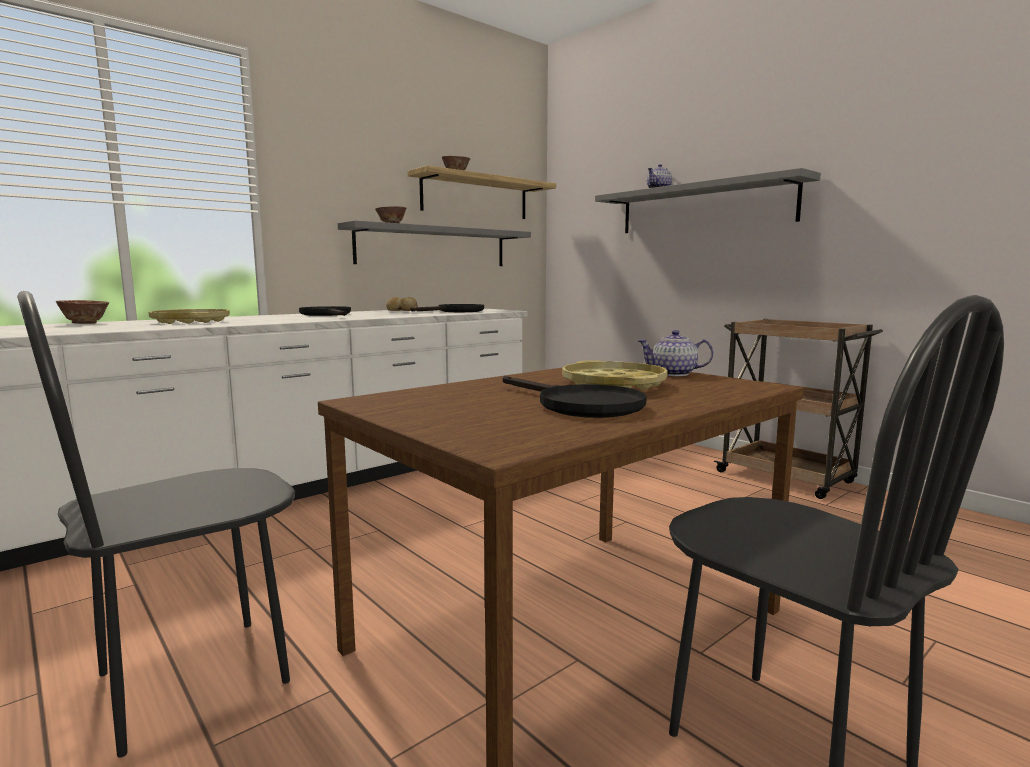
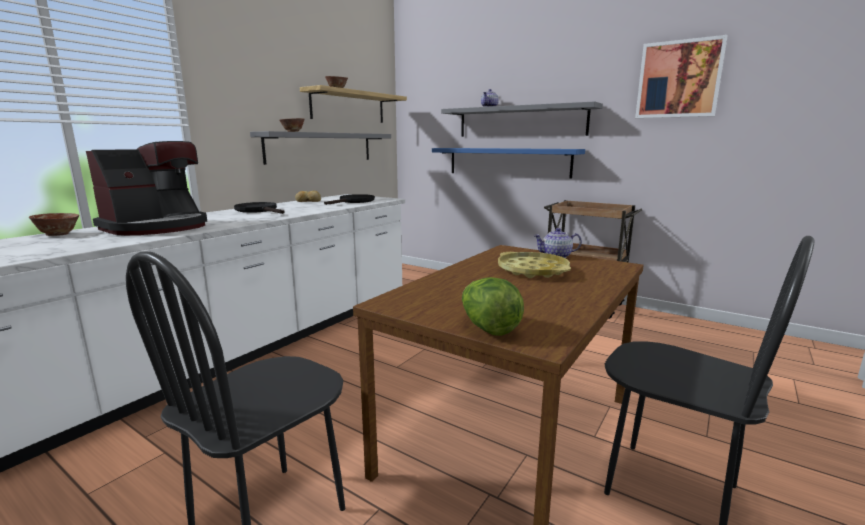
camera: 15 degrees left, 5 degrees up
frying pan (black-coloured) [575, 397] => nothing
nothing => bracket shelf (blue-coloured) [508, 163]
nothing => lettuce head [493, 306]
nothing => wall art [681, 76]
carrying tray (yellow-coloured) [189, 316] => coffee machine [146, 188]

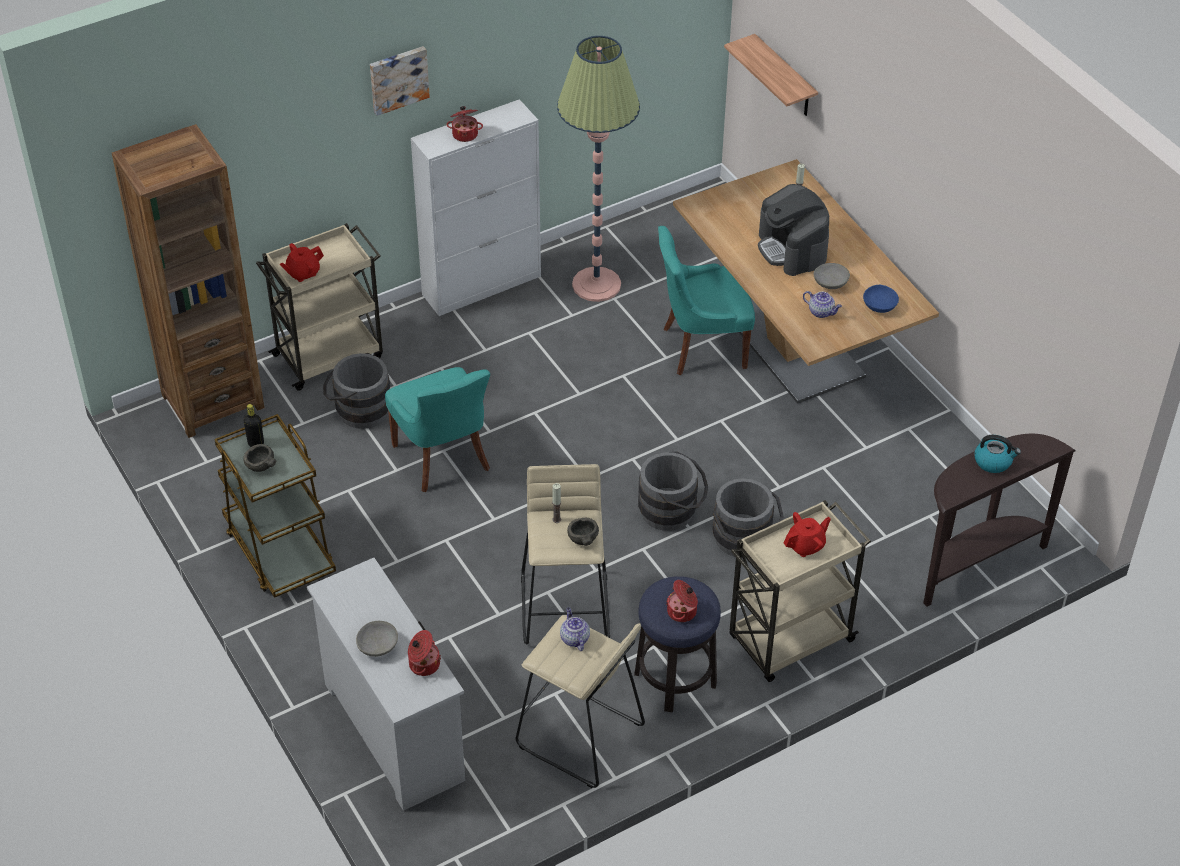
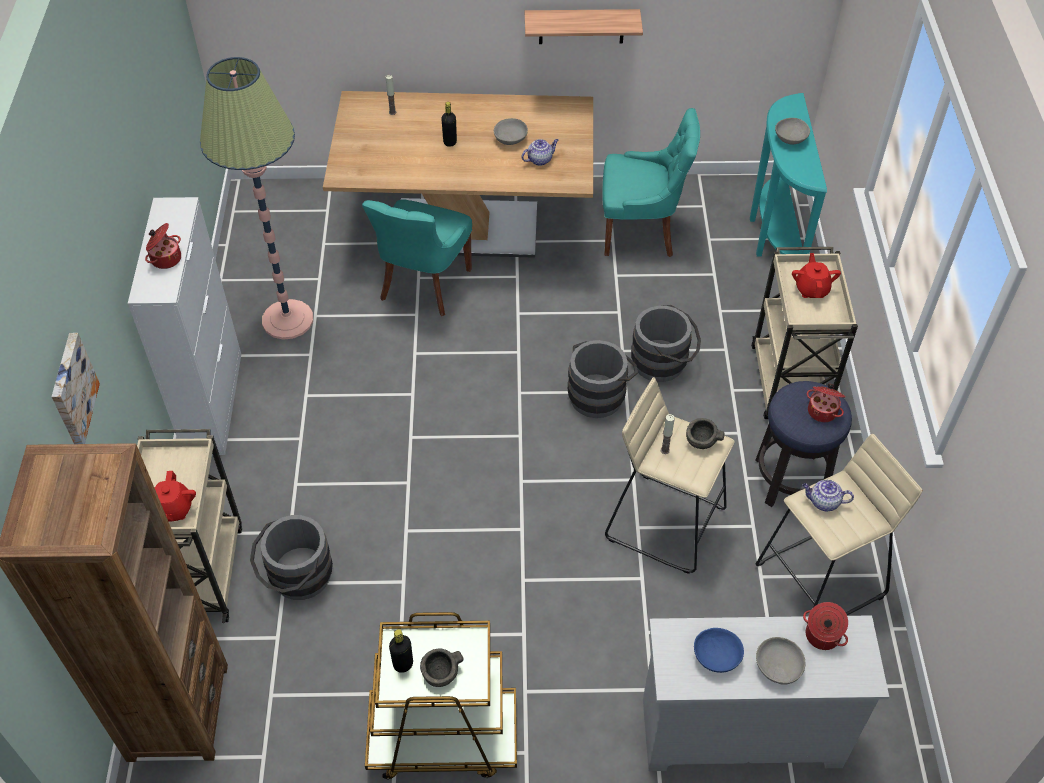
camera: 60 degrees left, 5 degrees up
wall art [400, 81] => wall art [75, 388], shifted
plain chair (turquoise) [437, 429] => plain chair (turquoise) [651, 182], shifted
bracket shelf [771, 75] => bracket shelf [584, 26], shifted
bowl (blue-coloured) [881, 299] => bowl (blue-coloured) [719, 650], shifted
coffee machine [793, 230] => drink bottle (black-coloured) [449, 124]
kettle [997, 454] => bowl (grey) [792, 131]
hall table (brown-coloured) [999, 520] => hall table (turquoise) [788, 175]

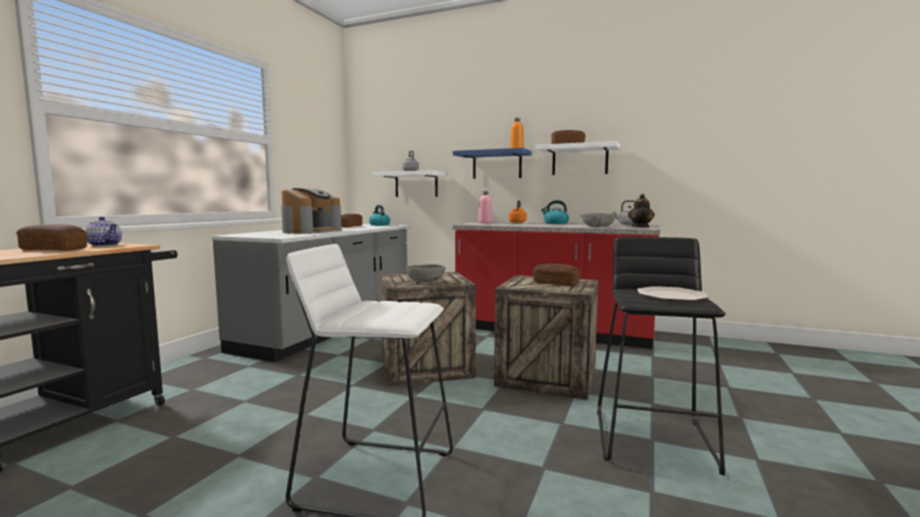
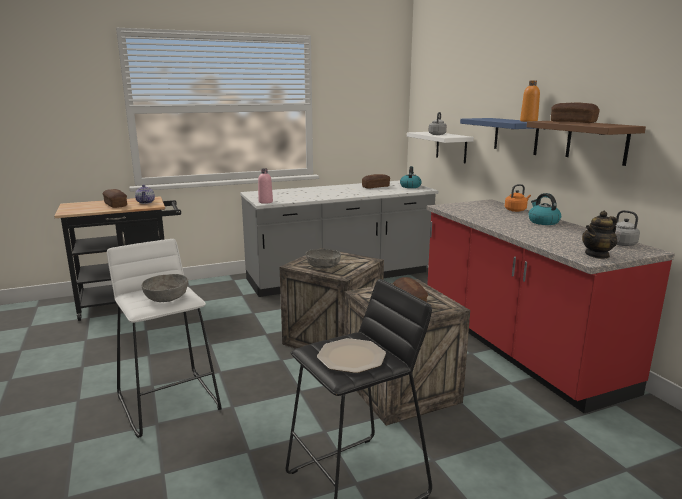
camera: 45 degrees right, 10 degrees up
coffee machine [311, 211] => nothing
drink bottle (pink-coloured) [485, 207] => drink bottle (pink-coloured) [265, 186], shifted
bowl (grey) [598, 220] => bowl (grey) [165, 288], shifted
bracket shelf (whitish) [578, 158] => bracket shelf (brown-coloured) [586, 143]

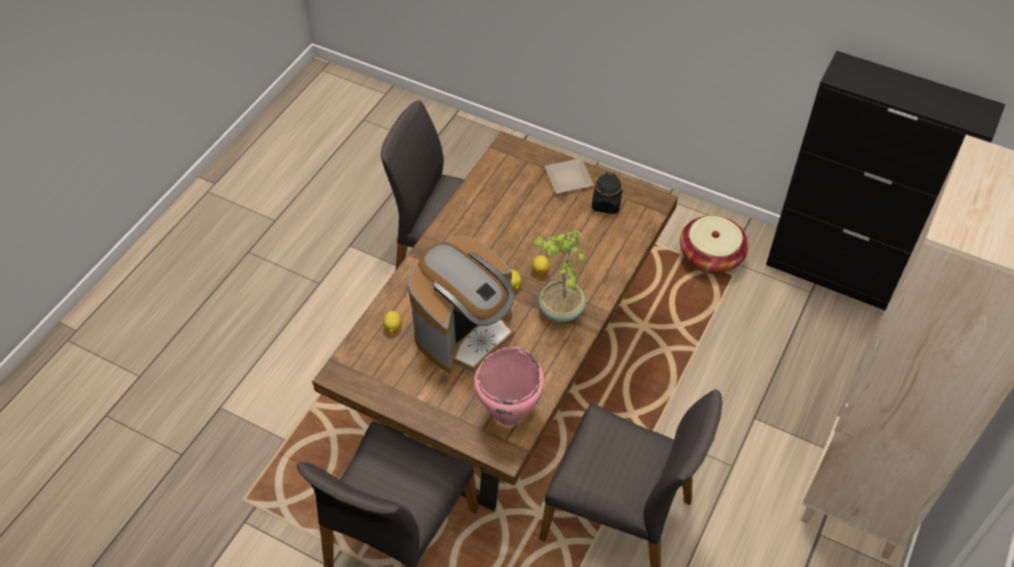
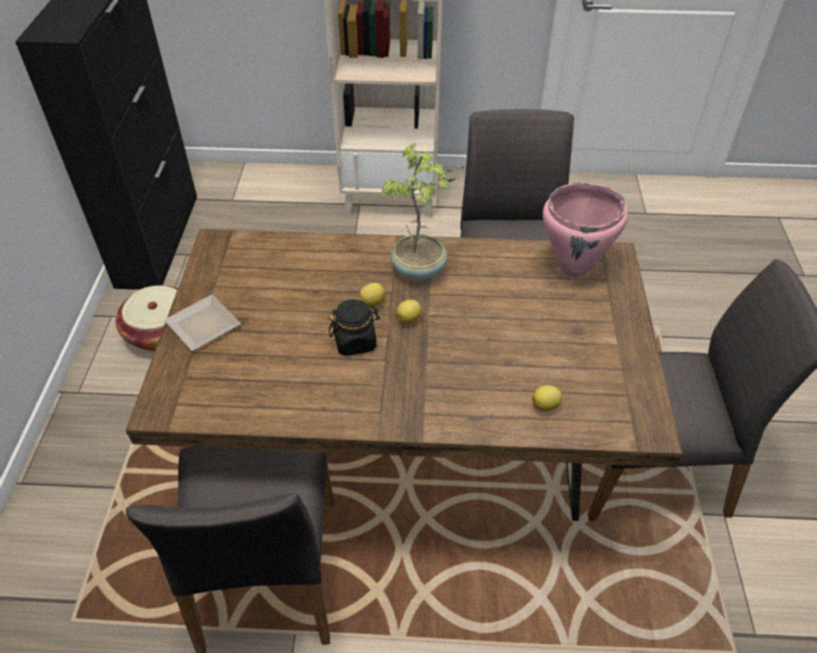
camera: 115 degrees left, 5 degrees down
coffee machine [461, 305] => nothing
preserve jar (black-coloured) [607, 193] => preserve jar (black-coloured) [354, 327], shifted

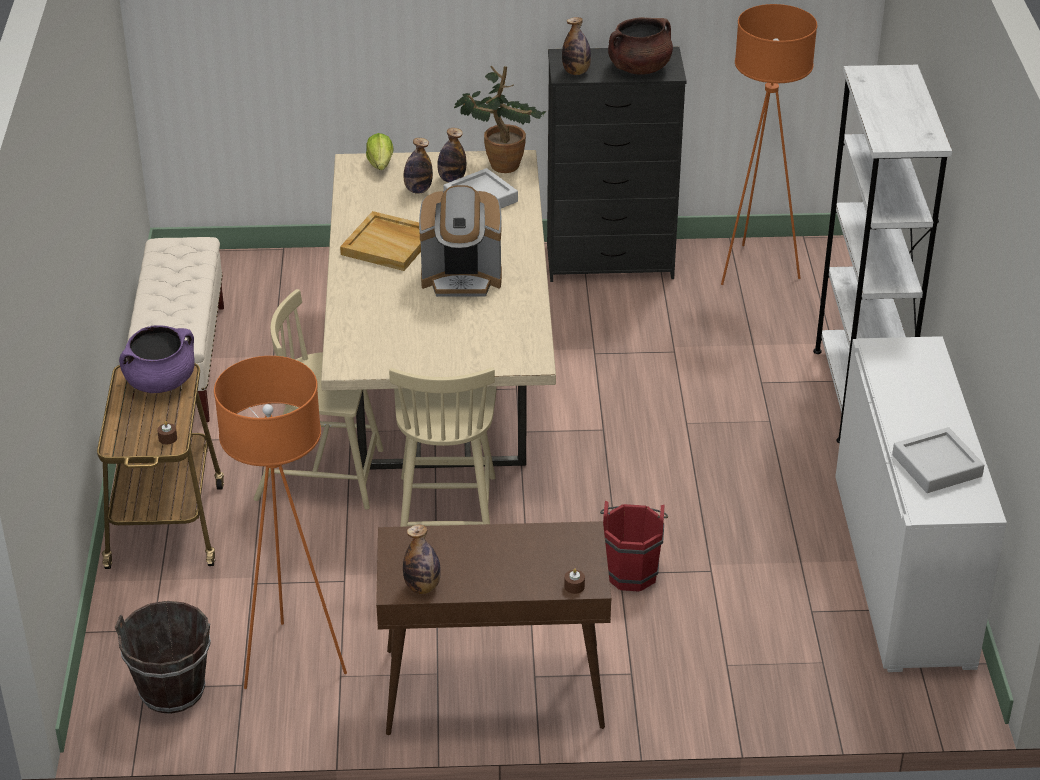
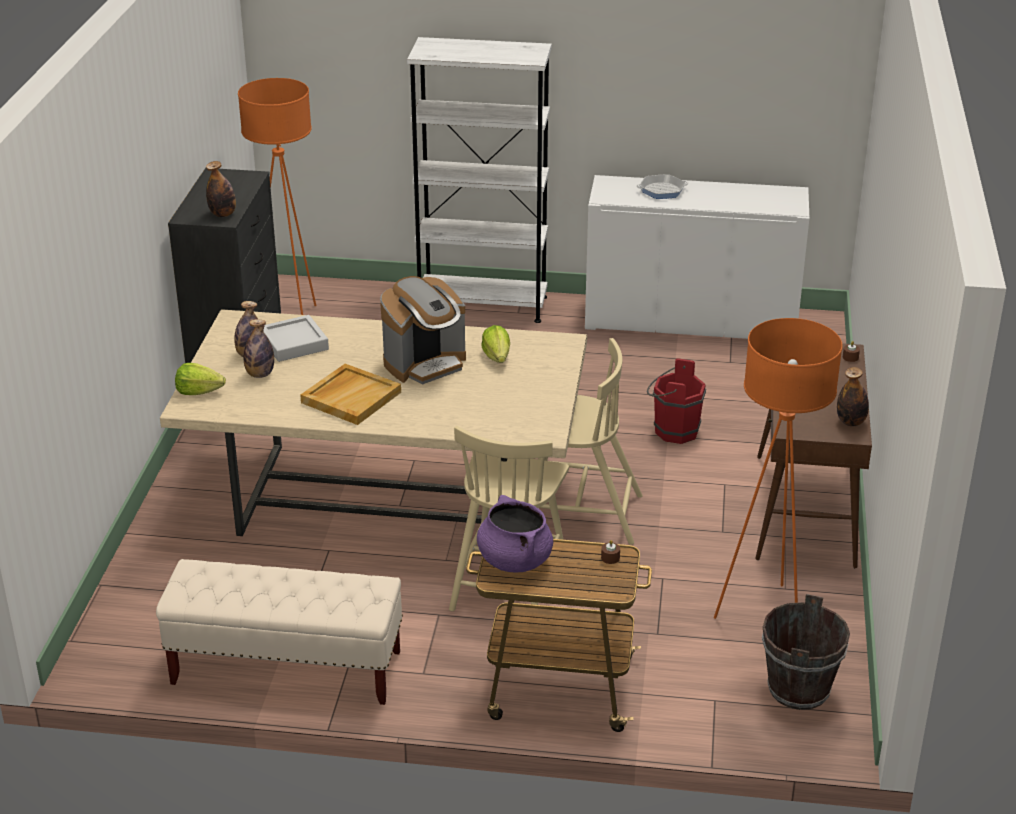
camera: 80 degrees left, 5 degrees down
plant in a pot [500, 119] => nothing
saucepot (brown-coloured) [640, 45] => nothing
carrying tray (grey) [938, 460] => nothing
nothing => lettuce head [495, 344]
nothing => frying pan [662, 186]
coffee machine [460, 241] => coffee machine [423, 330], 45 degrees clockwise

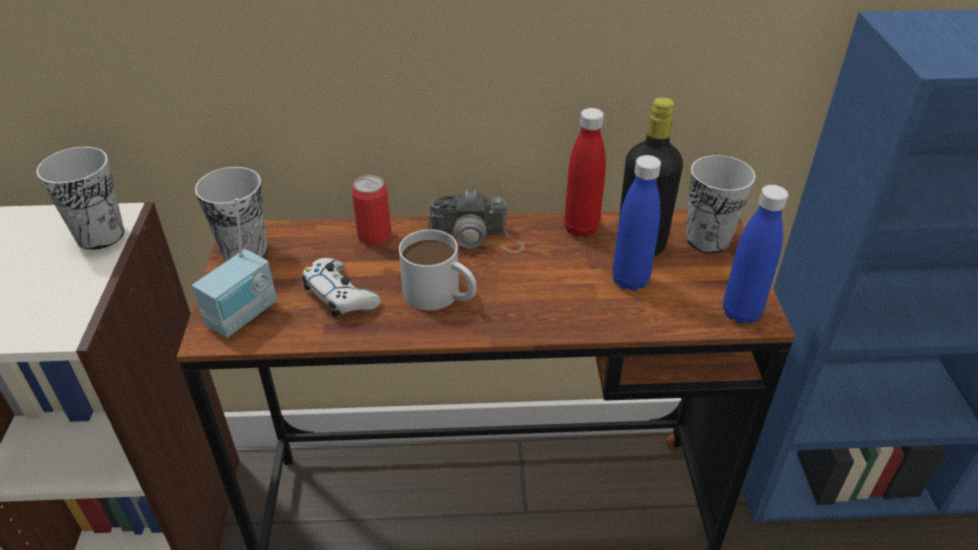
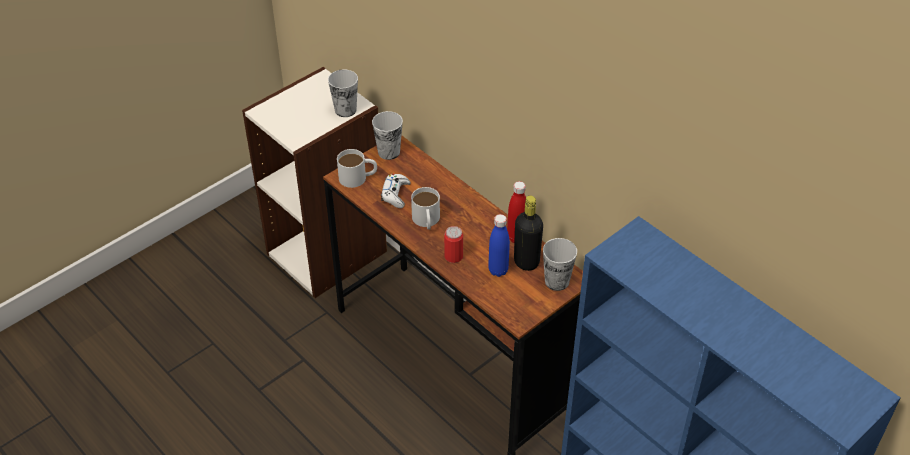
camera: 50 degrees right, 5 degrees up
still camera [476, 221] => nothing
drink bottle (blue-coloured) [755, 254] => nothing
metal can [371, 210] => metal can [453, 244], shifted
radio [234, 268] => mug (whitish) [357, 168]

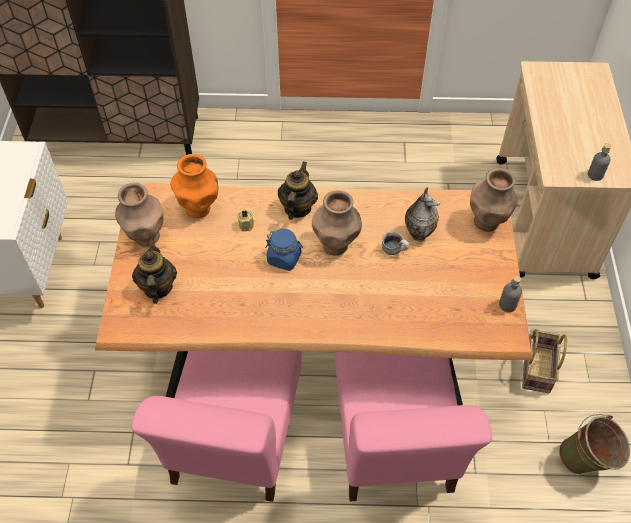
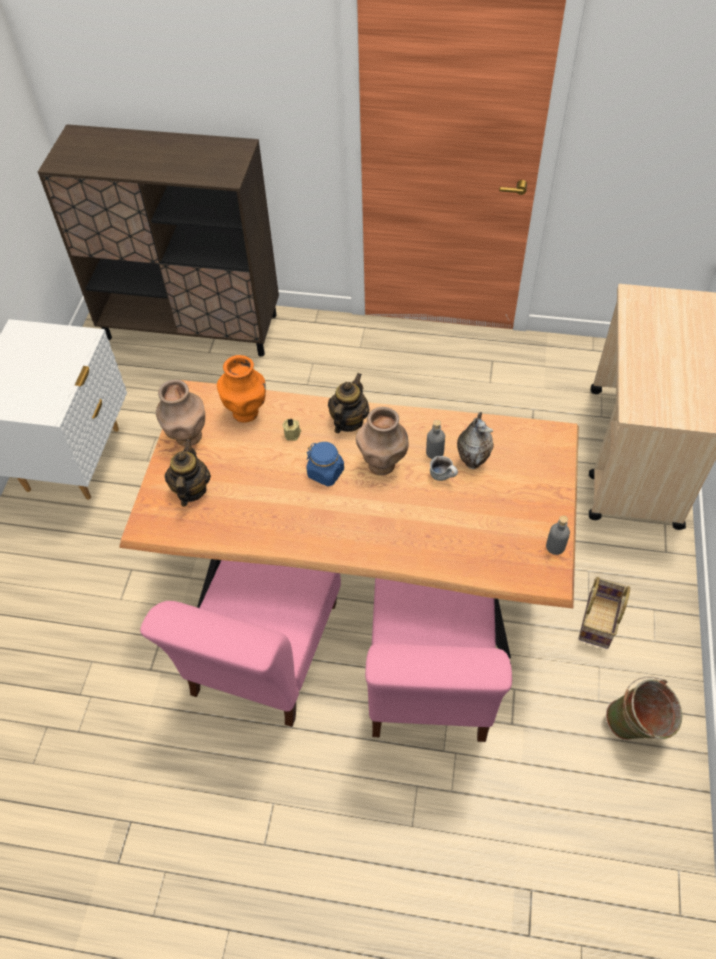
camera: 10 degrees right, 0 degrees up
vase (brown-coloured) [494, 200] => nothing
drink bottle (grey) [599, 162] => drink bottle (grey) [435, 439], shifted

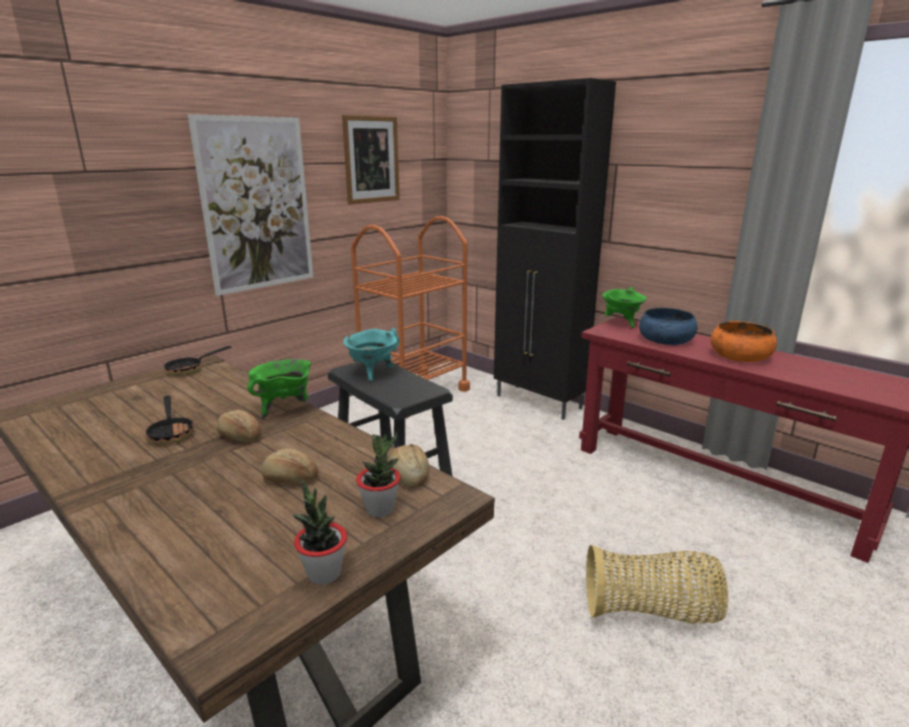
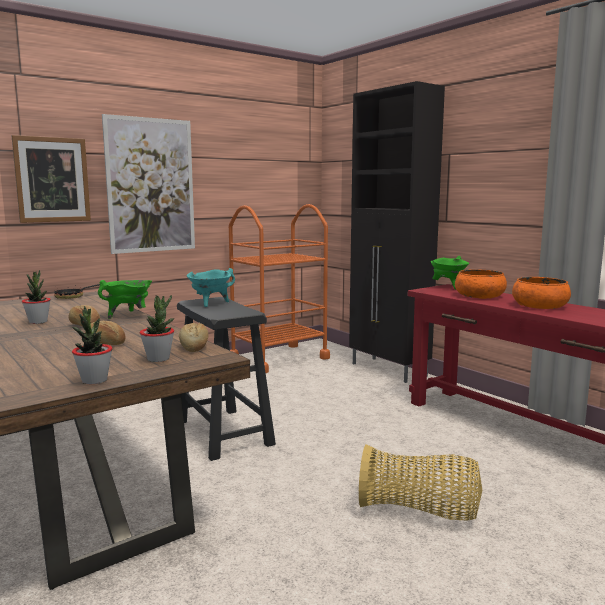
camera: 10 degrees right, 10 degrees down
wall art [371, 160] => wall art [51, 179], shifted
frying pan [170, 420] => plant in a pot [36, 297]
bowl (blue-coloured) [668, 326] => bowl (orangey) [481, 284]

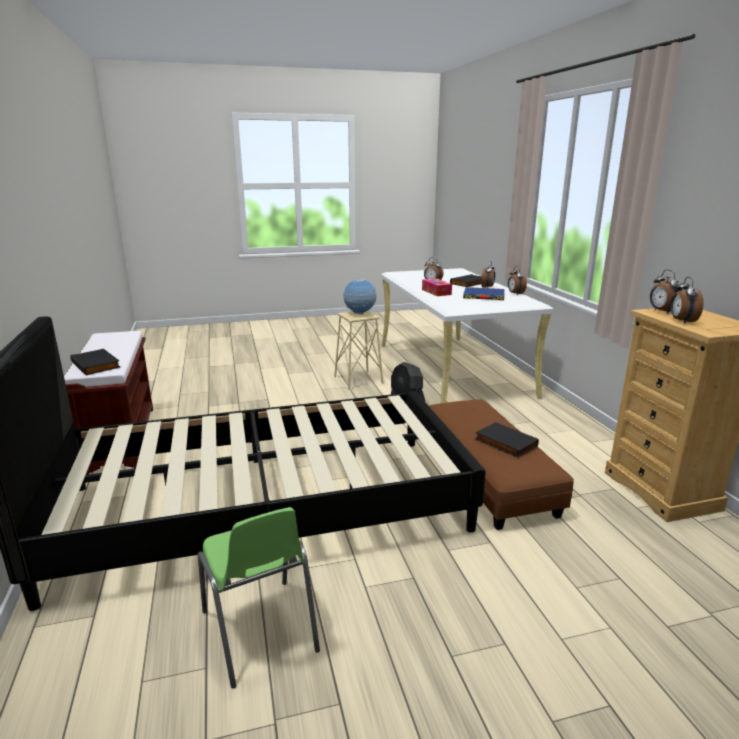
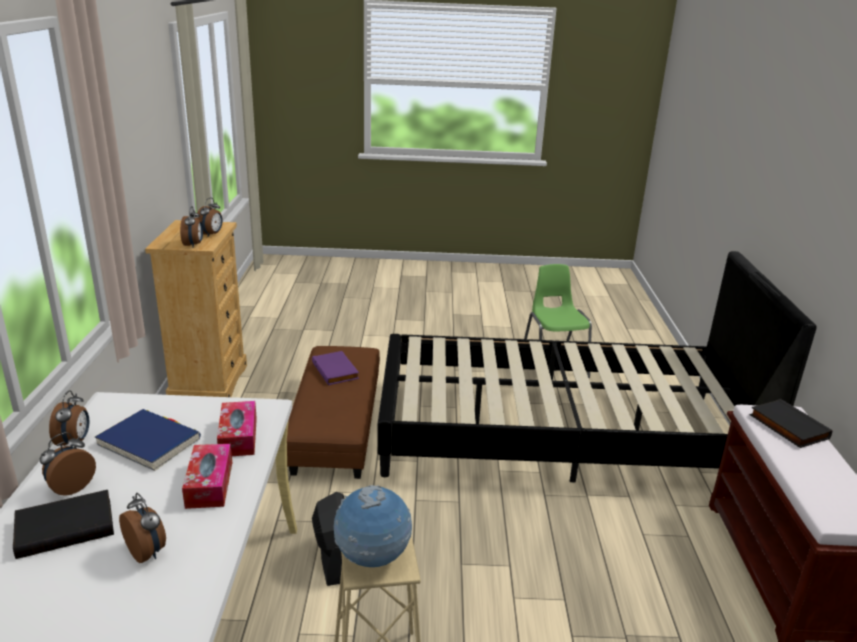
camera: 165 degrees left, 5 degrees up
nothing => tissue box [237, 428]
book (black-coloured) [507, 440] => book (purple-coloured) [335, 368]

